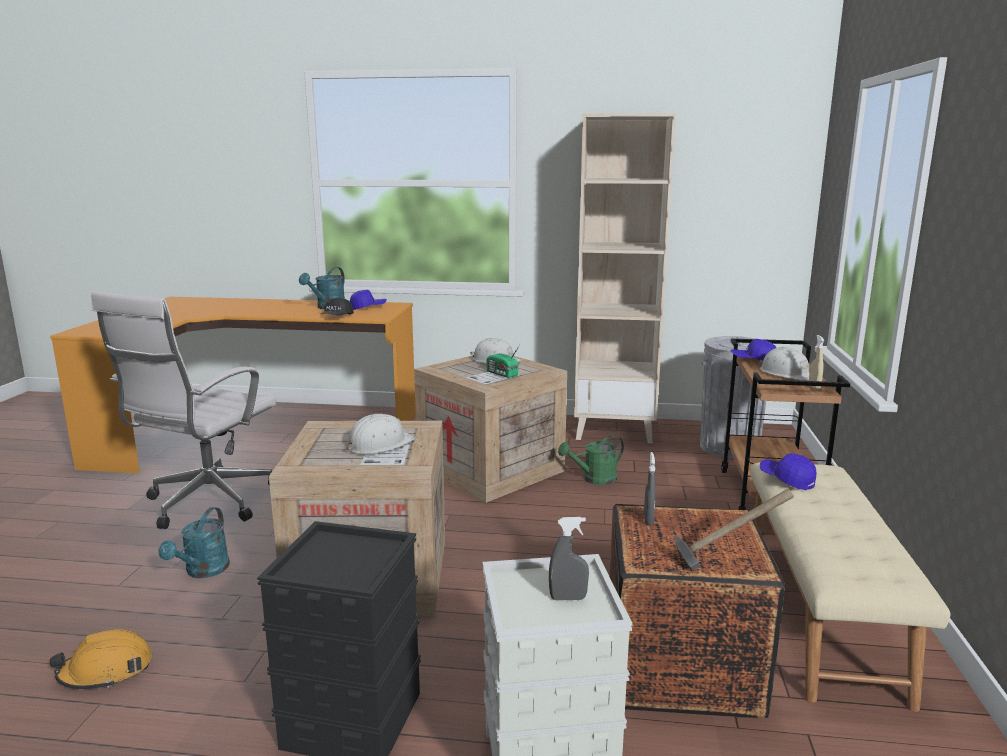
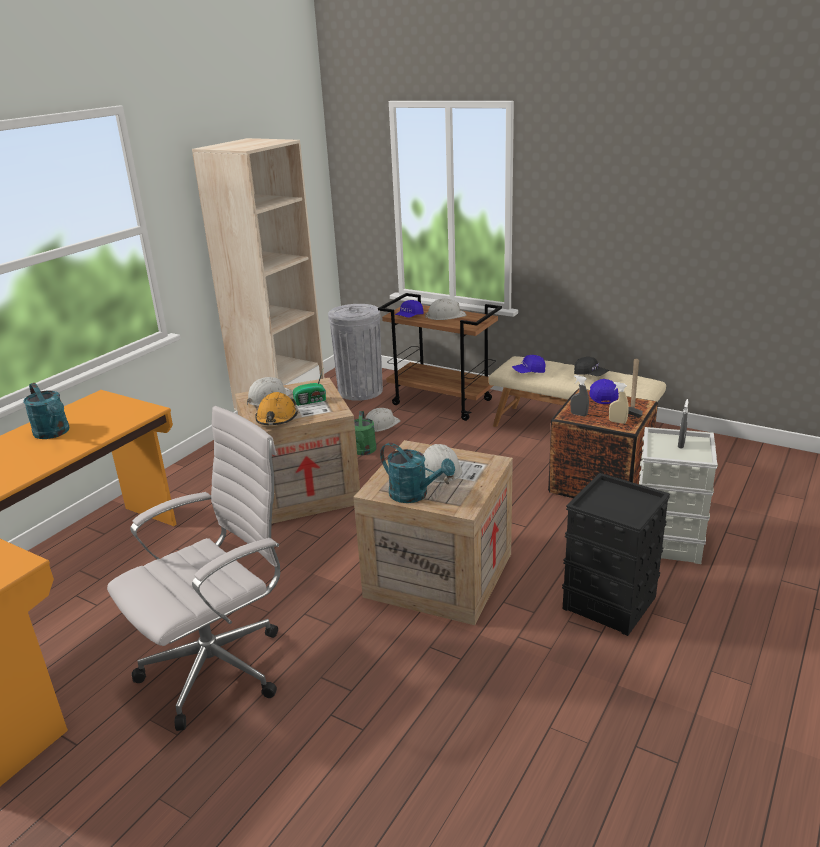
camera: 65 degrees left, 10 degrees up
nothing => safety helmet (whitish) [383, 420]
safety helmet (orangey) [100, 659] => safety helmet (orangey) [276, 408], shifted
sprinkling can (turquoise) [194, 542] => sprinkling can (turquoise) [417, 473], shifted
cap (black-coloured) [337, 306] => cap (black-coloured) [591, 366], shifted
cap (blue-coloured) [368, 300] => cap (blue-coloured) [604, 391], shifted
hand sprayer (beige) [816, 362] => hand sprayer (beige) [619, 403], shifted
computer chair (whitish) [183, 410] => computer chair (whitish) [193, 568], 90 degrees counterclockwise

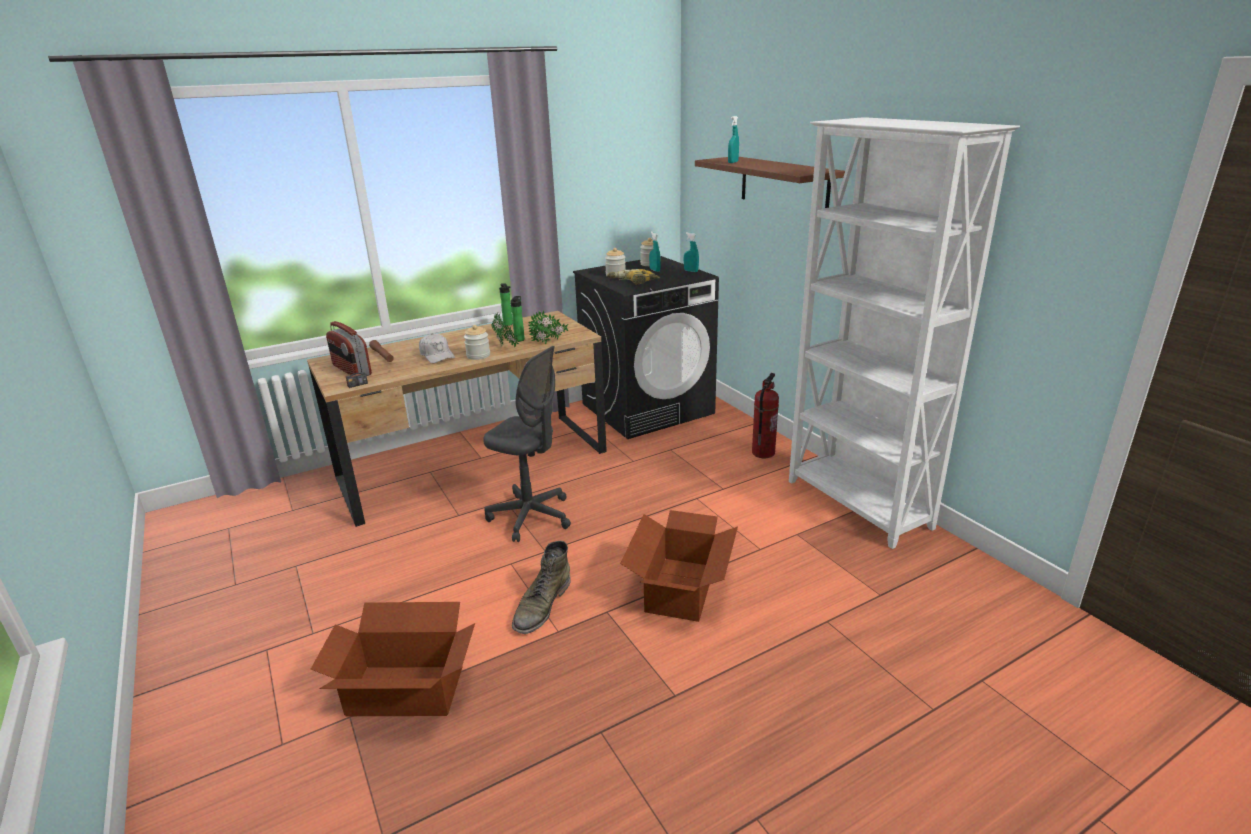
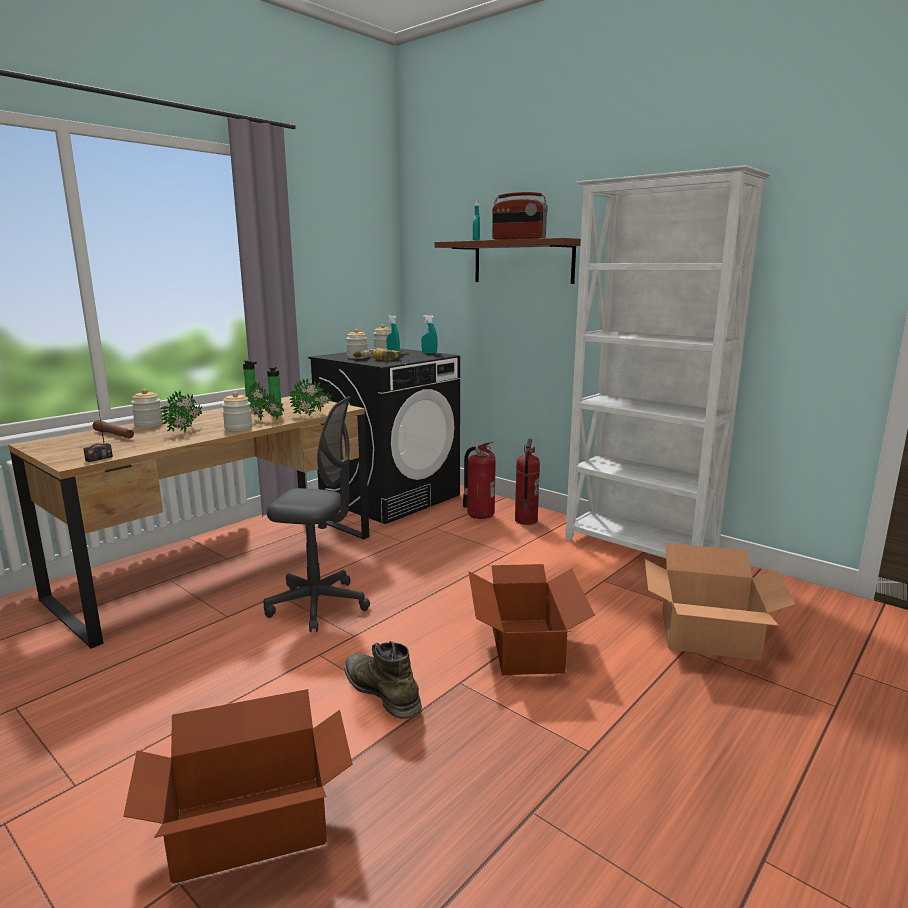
camera: 20 degrees left, 10 degrees down
nothing => preserve jar [147, 408]
nothing => fire-fighting cylinder [479, 480]
nothing => carton [720, 602]
radio [349, 348] => radio [520, 216], shifted
cap (whitish) [437, 348] => plant in a pot [181, 412]
tall boot (green) [541, 587] => tall boot (green) [383, 680], 135 degrees clockwise

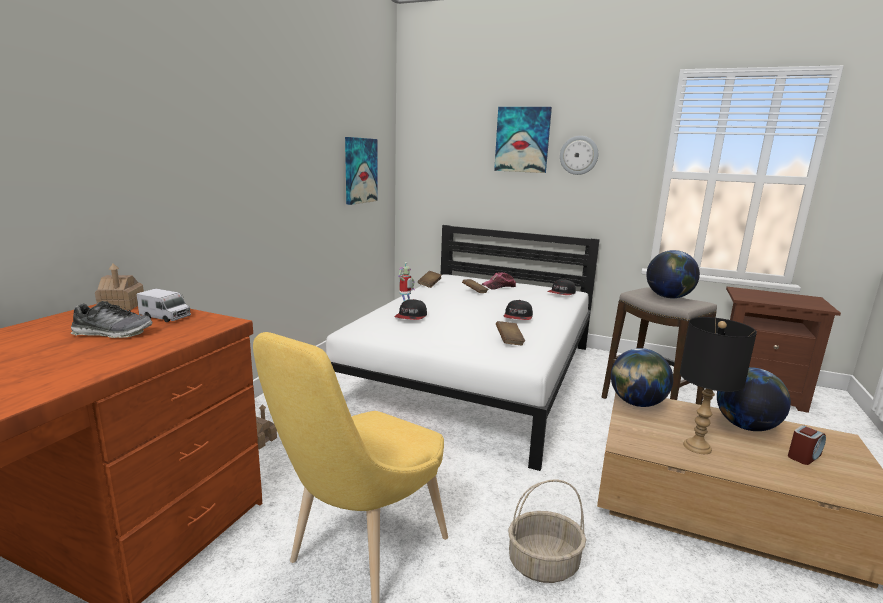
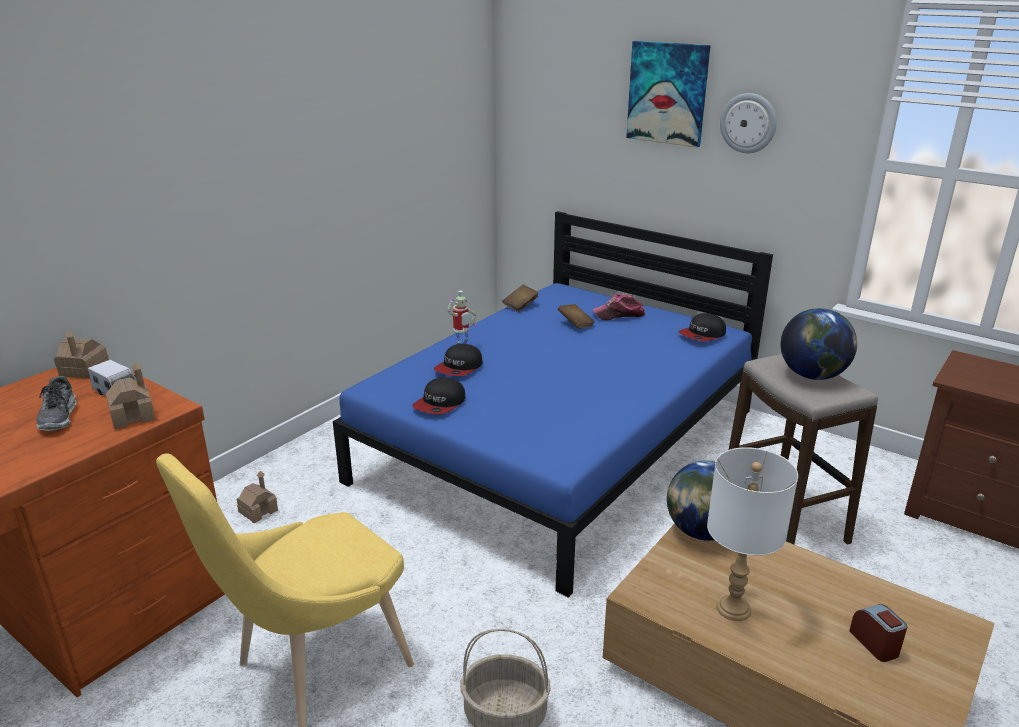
camera: 15 degrees right, 10 degrees up
wall art [361, 171] => nothing
book (brown-coloured) [510, 333] => nothing
desk globe [754, 399] => nothing
nothing => toy house [130, 395]
cap [518, 310] => cap [438, 395], shifted
sleeping bed (whitish) [463, 348] => sleeping bed (blue-coloured) [553, 404]
lamp for a table (black-coloured) [718, 385] => lamp for a table (whitish) [752, 534]
low shoe [112, 319] => low shoe [56, 403], 60 degrees clockwise
alarm clock [807, 445] => alarm clock [878, 633], 90 degrees counterclockwise

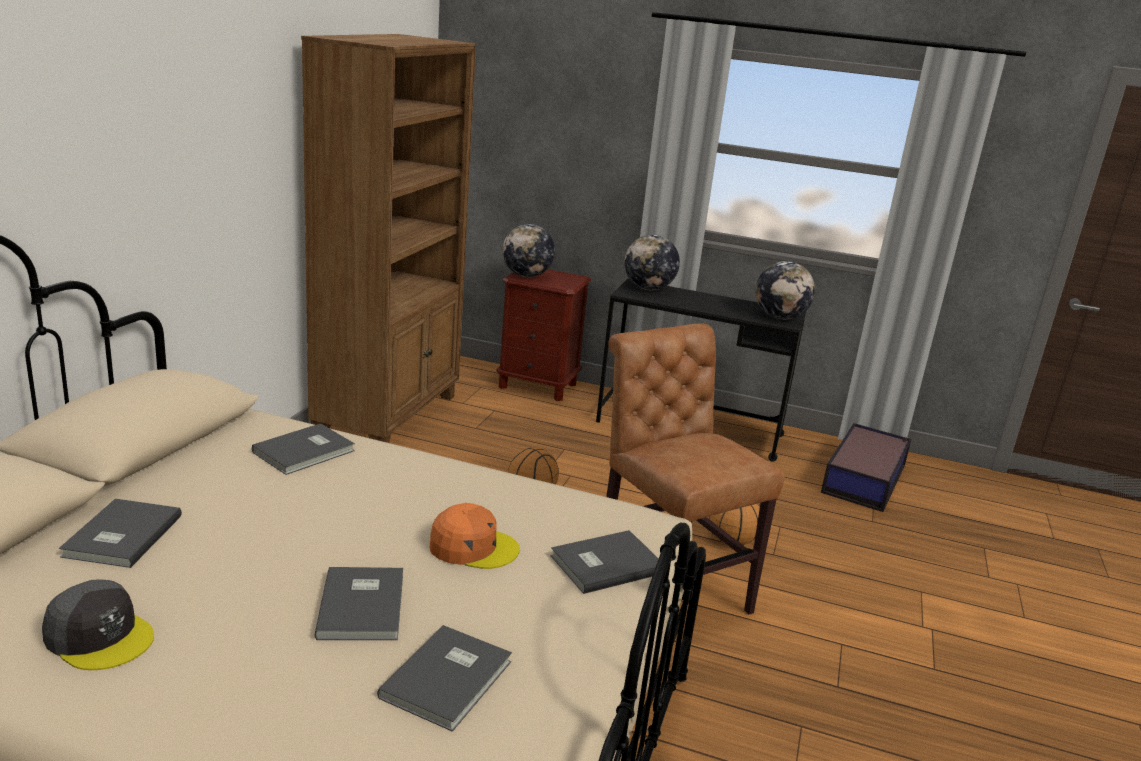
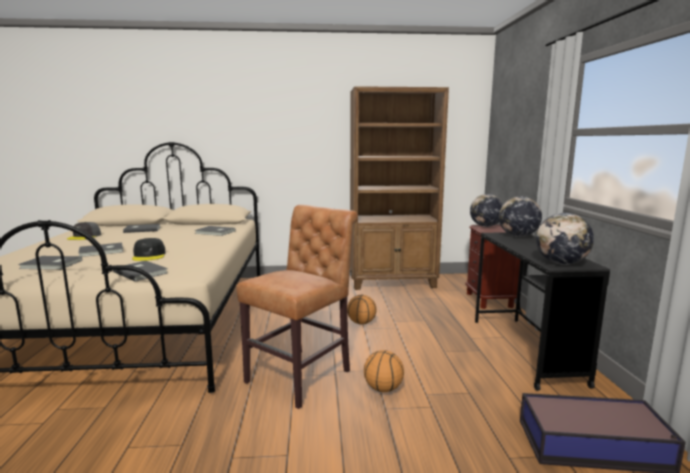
camera: 70 degrees right, 10 degrees down
cap (orangey) [475, 536] => cap (black-coloured) [149, 249]

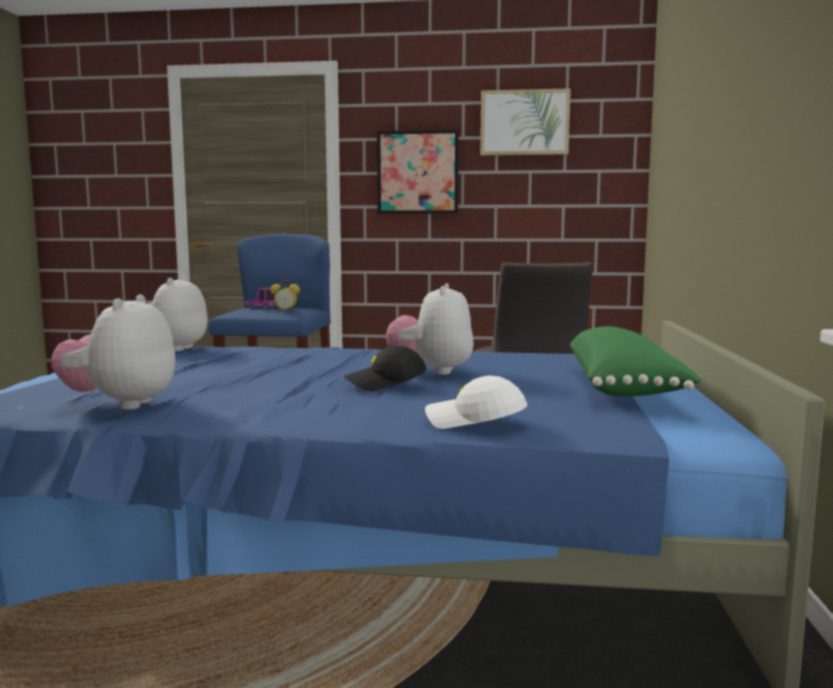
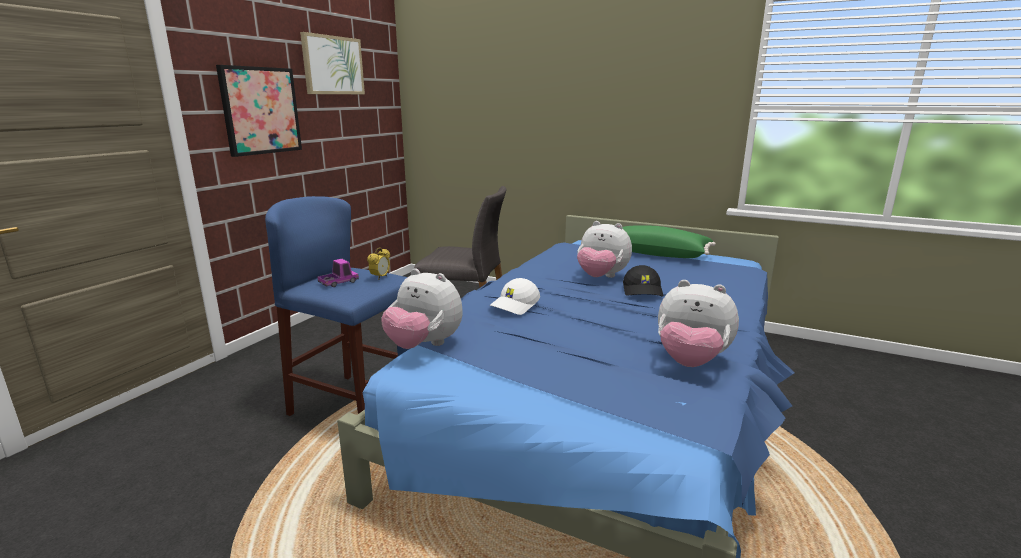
camera: 70 degrees left, 10 degrees up
cap (whitish) [476, 402] => cap (whitish) [514, 296], shifted

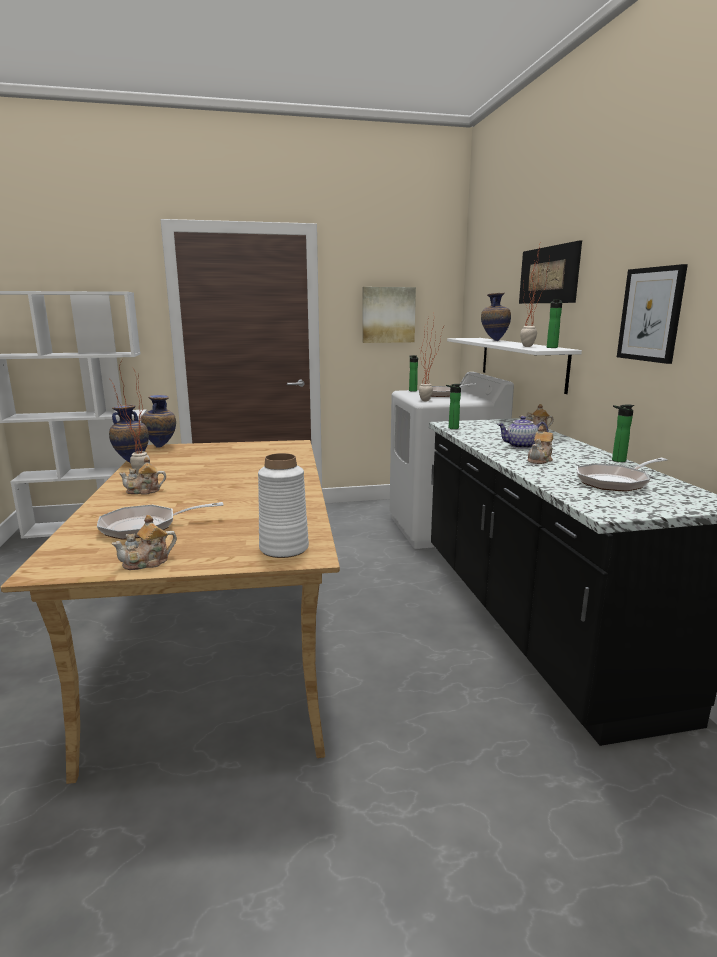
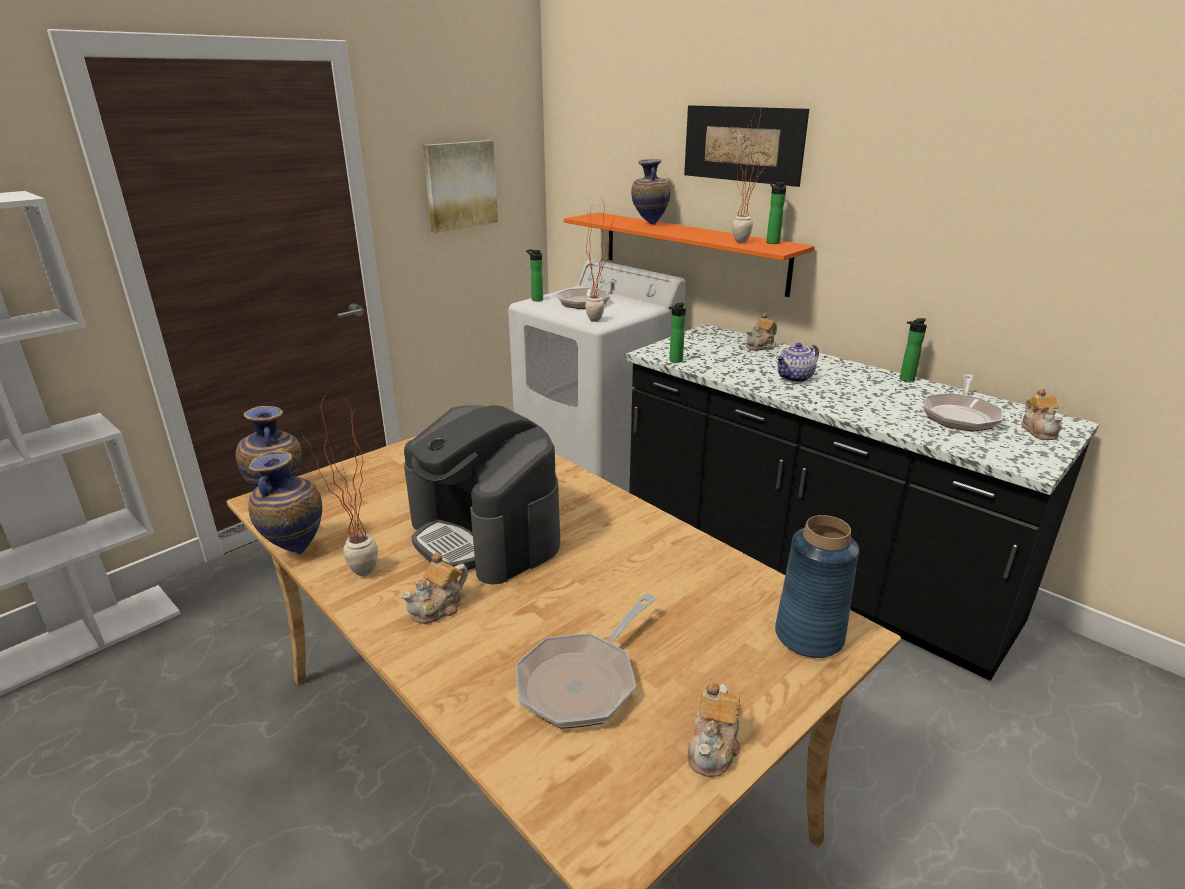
camera: 35 degrees left, 10 degrees up
wall art [652, 314] => nothing
nothing => coffee machine [482, 494]
tea pot [540, 445] => tea pot [1041, 414], shifted
vase (whitish) [283, 505] => vase (blue-coloured) [817, 586]
bracket shelf (whitish) [514, 366] => bracket shelf (orangey) [689, 254]

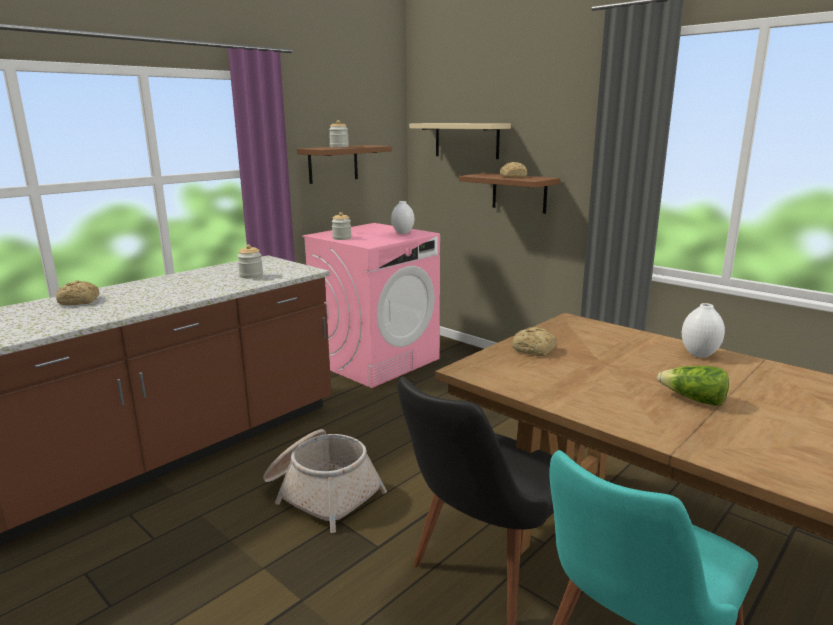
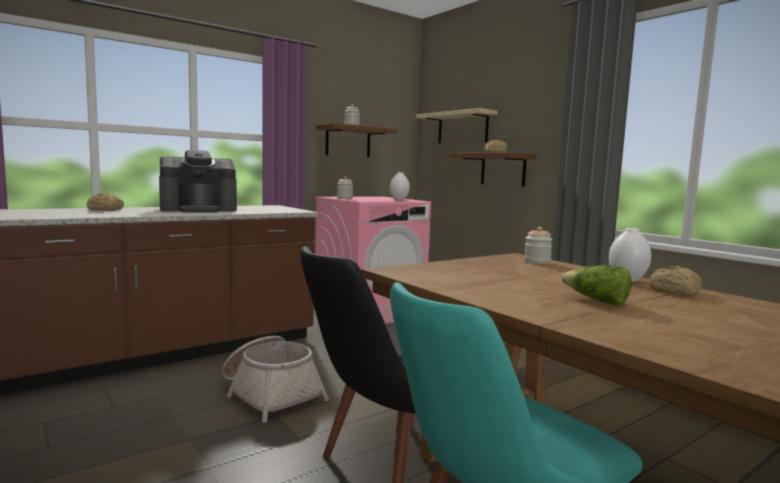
camera: 10 degrees right, 10 degrees down
nothing => coffee machine [198, 181]
preserve jar [250, 261] => preserve jar [538, 245], shifted
bread [534, 341] => bread [675, 281], shifted

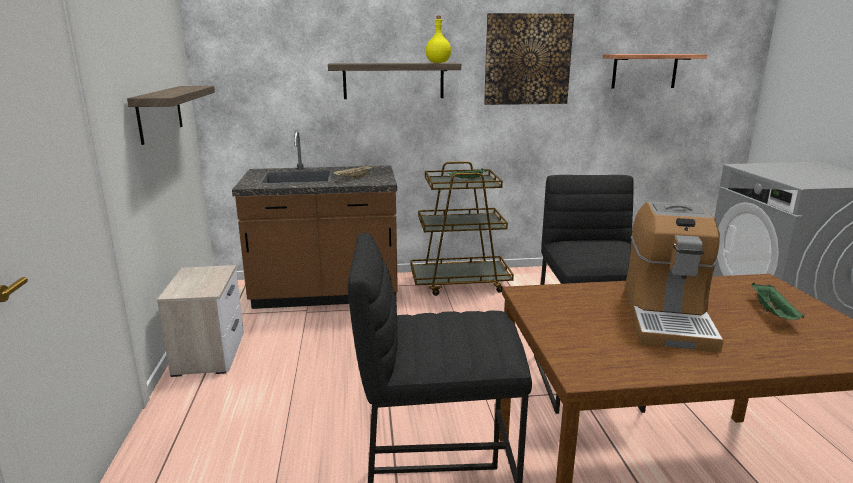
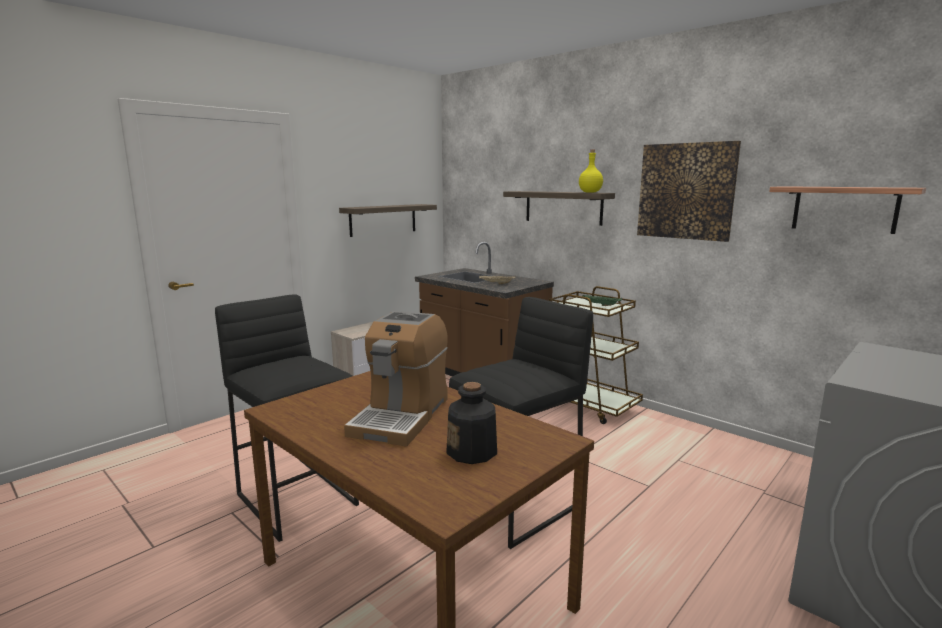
camera: 50 degrees right, 5 degrees down
carrying tray (green) [778, 301] => drink bottle [471, 423]
coffee machine [674, 277] => coffee machine [396, 378], 45 degrees counterclockwise

